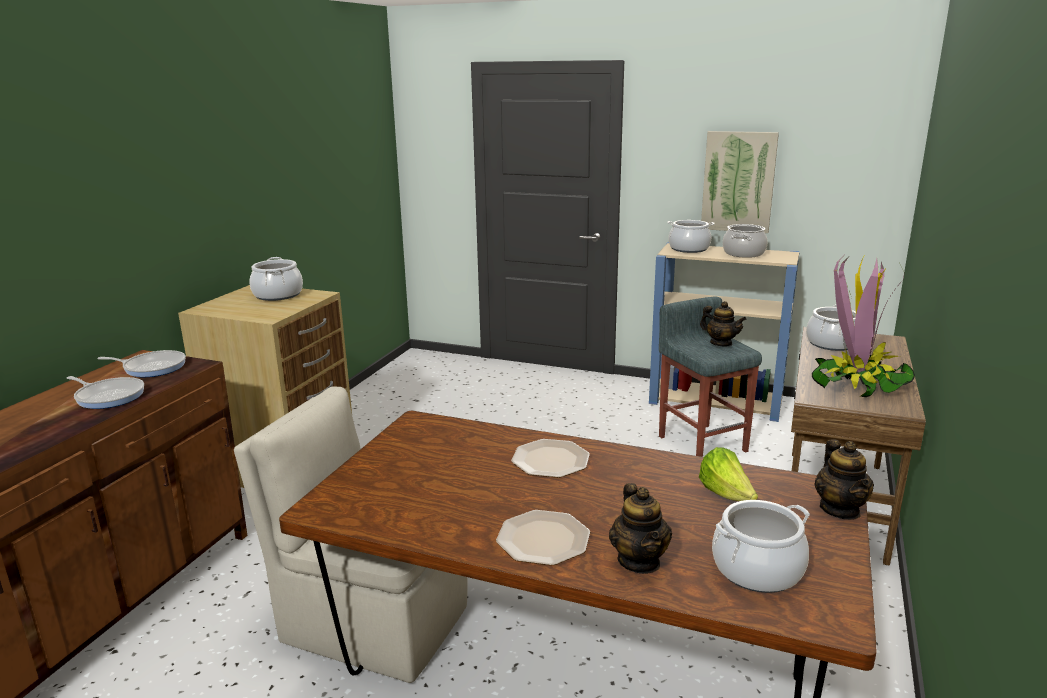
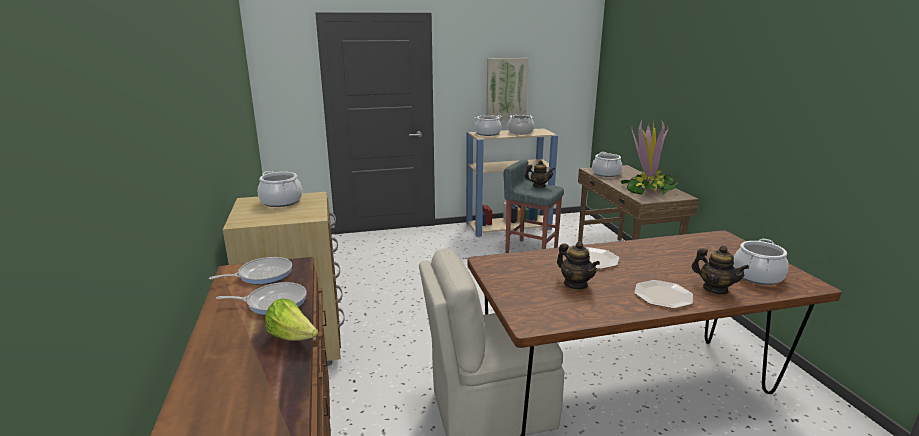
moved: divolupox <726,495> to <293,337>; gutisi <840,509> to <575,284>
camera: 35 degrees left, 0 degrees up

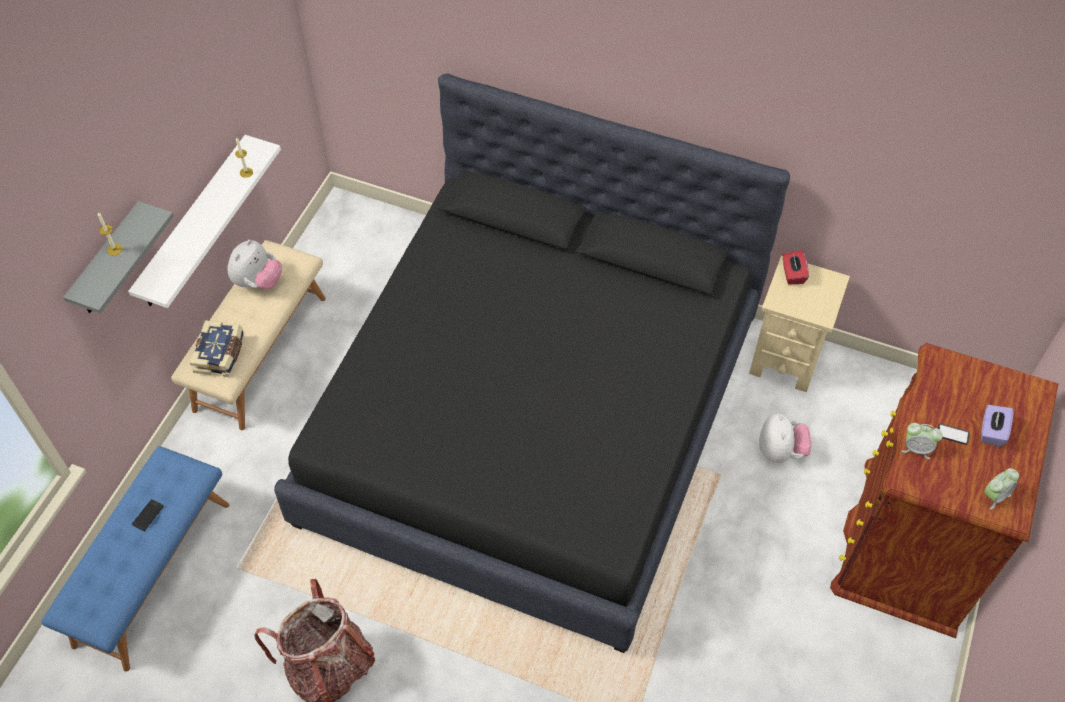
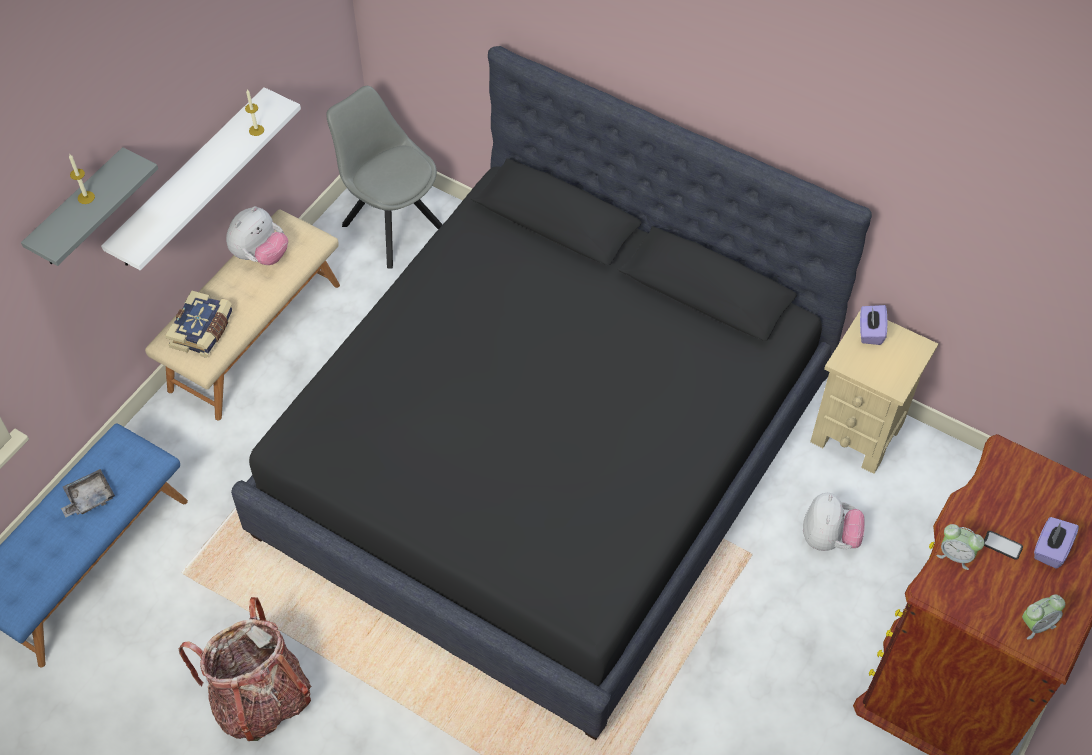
added: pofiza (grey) <392,227>
replaced: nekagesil <148,515> to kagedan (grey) <89,498>
recoloured: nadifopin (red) <792,274> to nadifopin (purple) <870,332>
camera: 10 degrees right, 0 degrees up

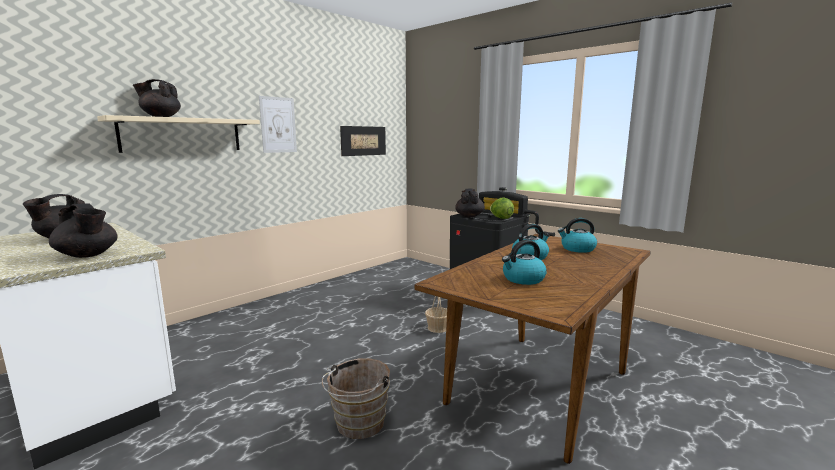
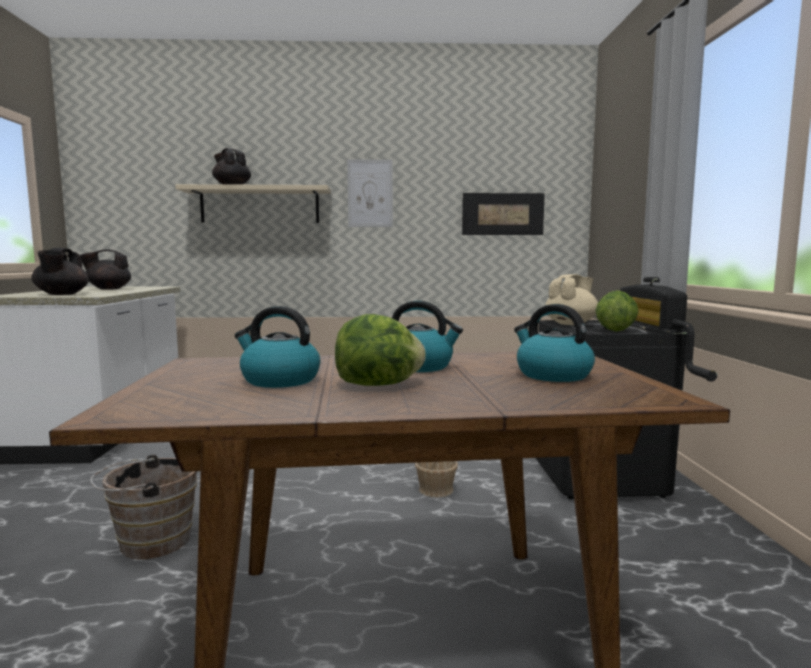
added: divolupox <378,385>
recoloured: gutisi (black) <469,216> to gutisi (beige) <571,324>
camera: 45 degrees right, 5 degrees down

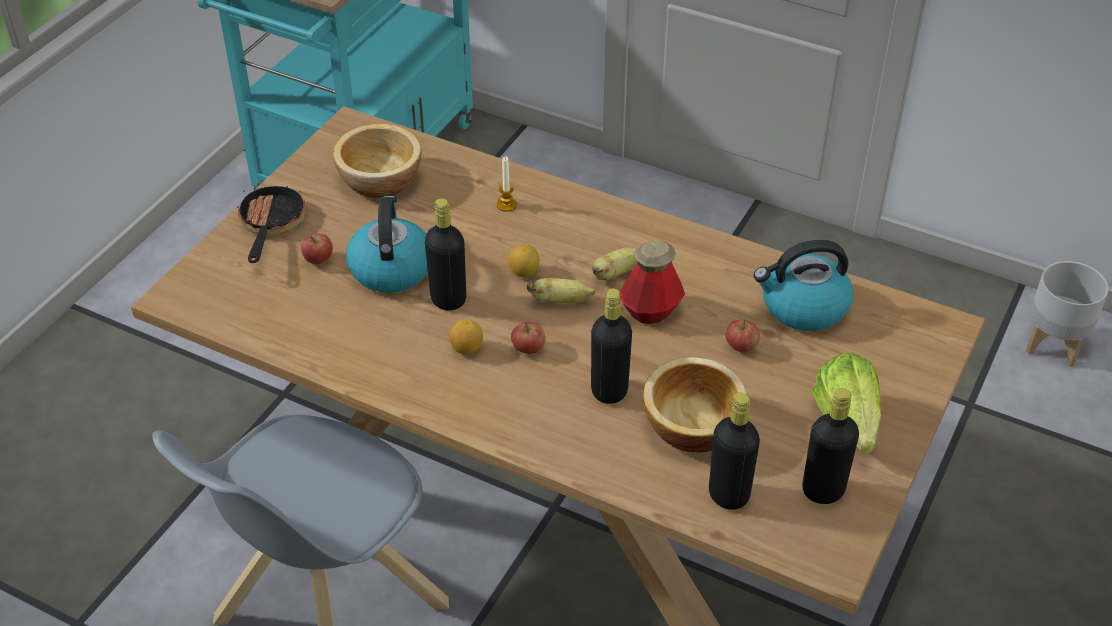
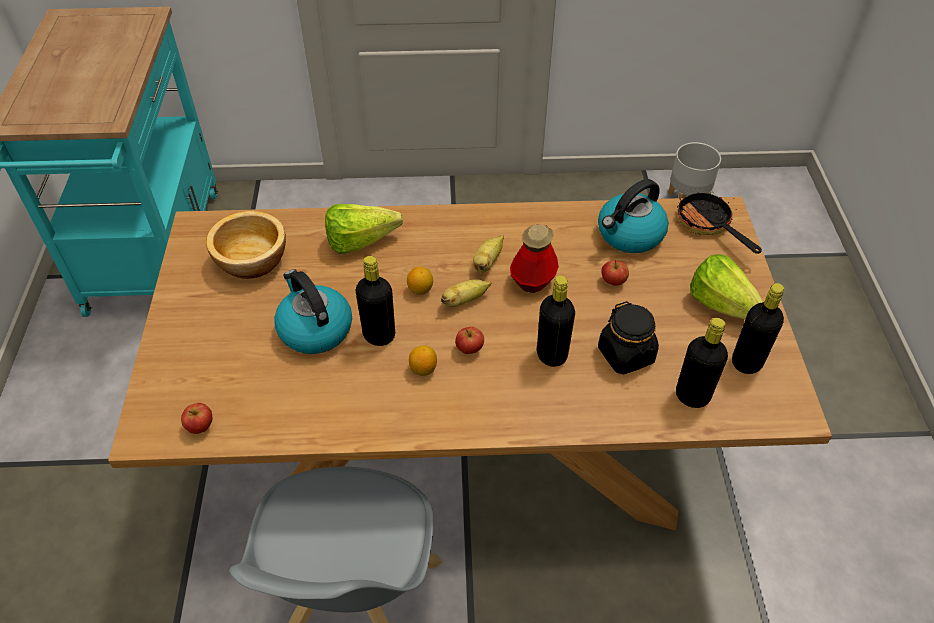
moved: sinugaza <318,260> to <200,426>; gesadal <270,226> to <708,225>
replaced: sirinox <506,205> to divolupox <367,242>; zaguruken <690,424> to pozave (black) <626,355>
camera: 30 degrees left, 5 degrees up

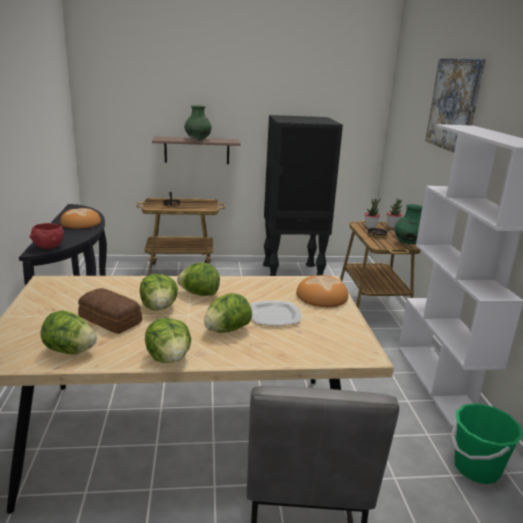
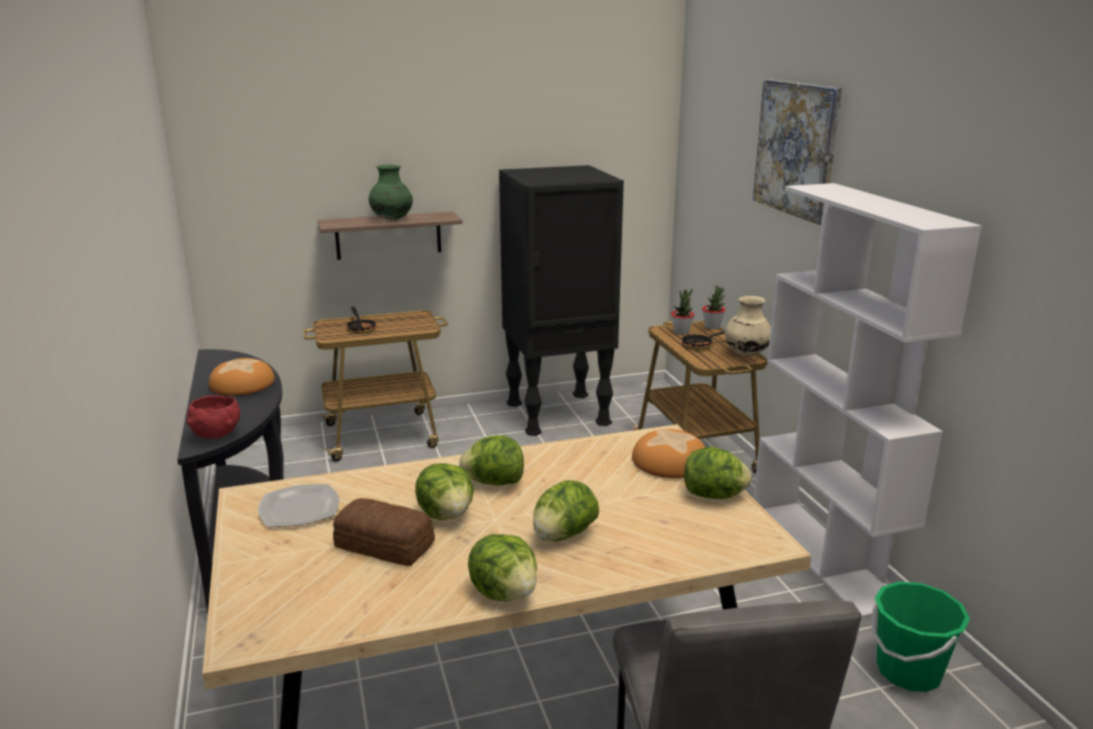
moved: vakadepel <273,315> to <298,508>; divolupox <70,351> to <714,496>
recoloured: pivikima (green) <408,243> to pivikima (beige) <746,354>
camera: 10 degrees left, 0 degrees up

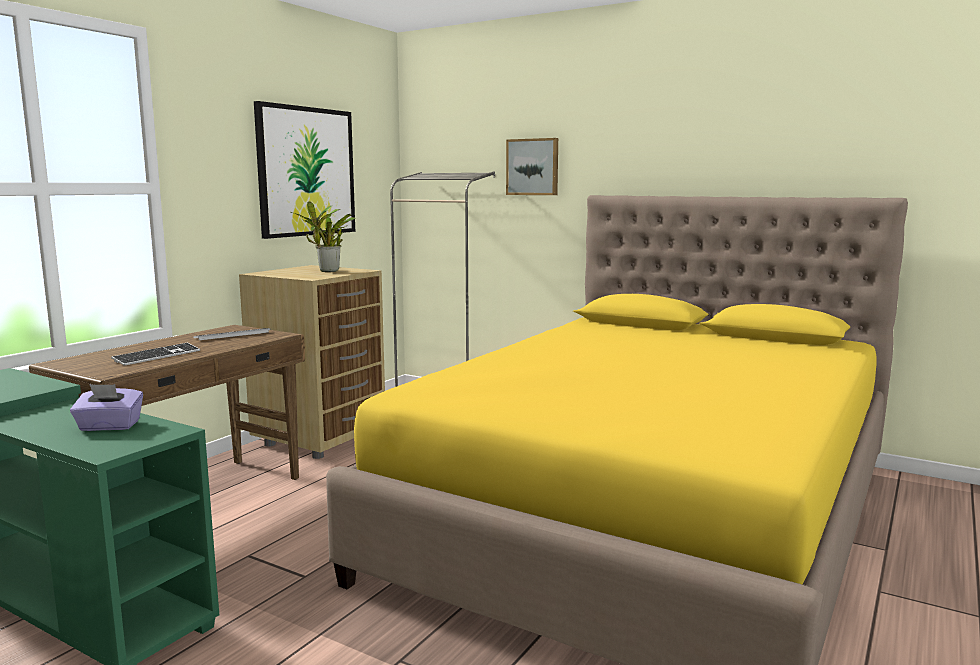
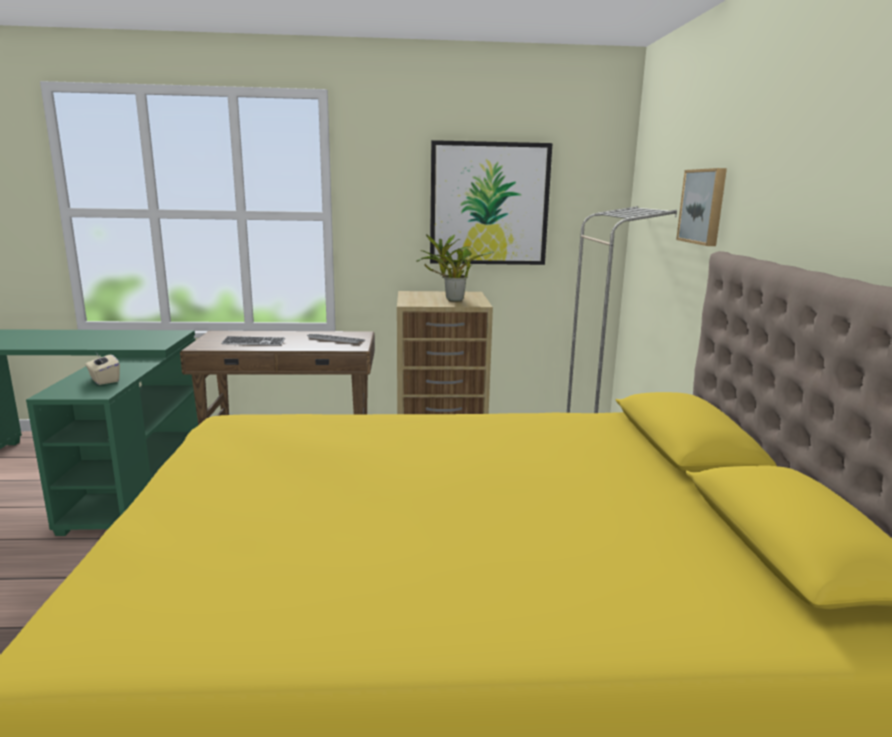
recoloured: nadifopin (purple) <109,426> to nadifopin (beige) <104,380>
camera: 55 degrees right, 5 degrees up

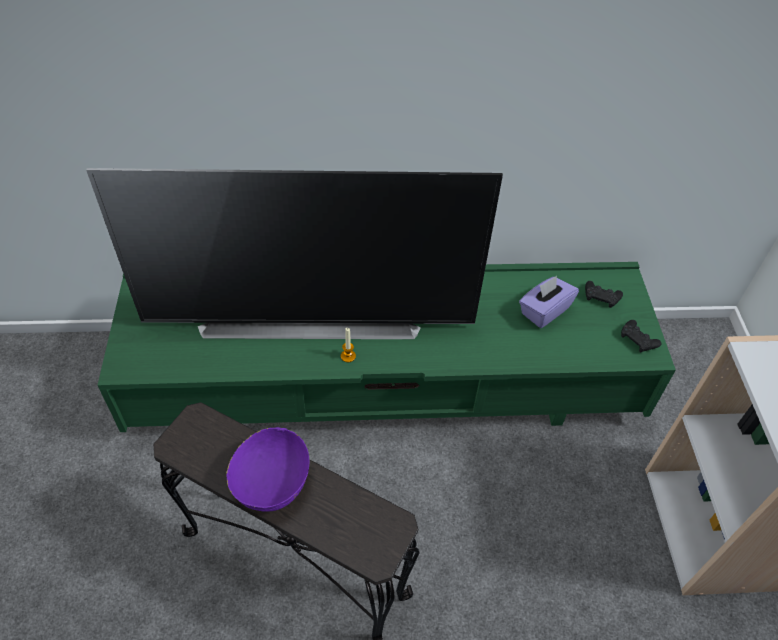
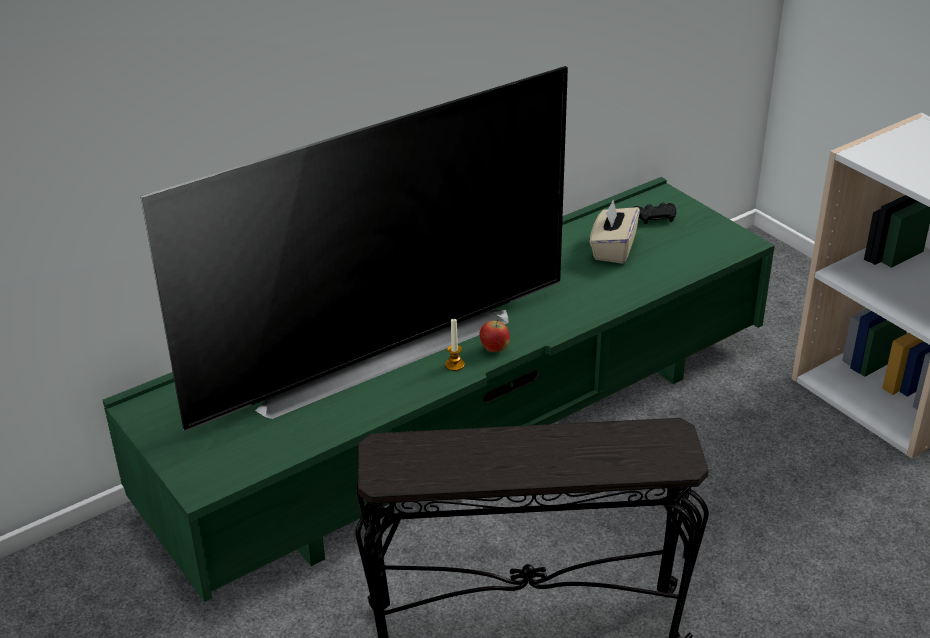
removed: zaguruken (purple) <271,482>; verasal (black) <638,339>
added: sinugaza <494,349>
recoloured: nadifopin (purple) <544,311> to nadifopin (beige) <613,249>
camera: 30 degrees left, 15 degrees down

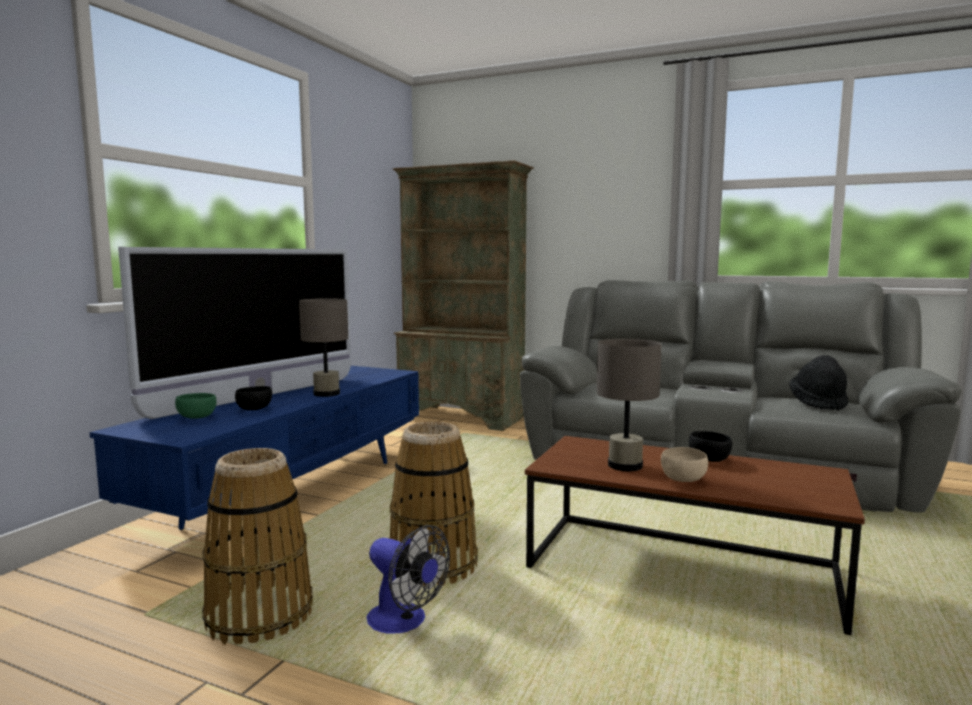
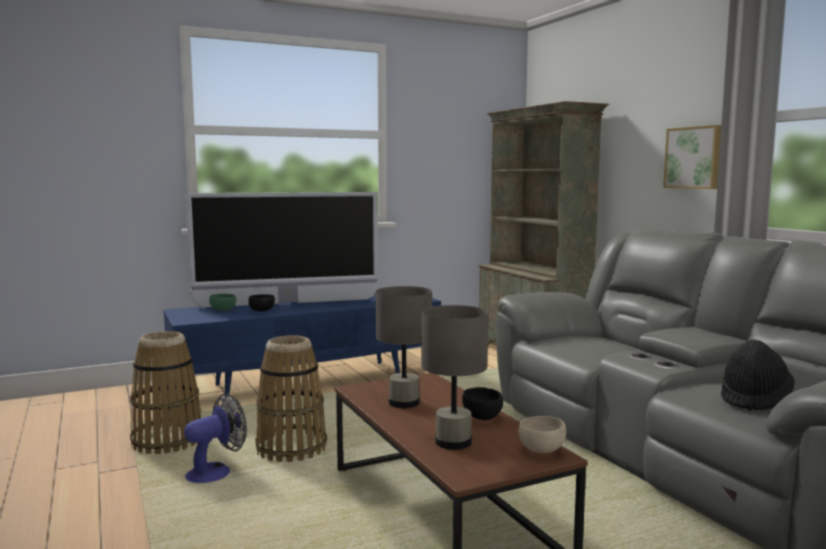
added: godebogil <693,157>
moved: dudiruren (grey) <326,394> to <453,442>; zaguruken (beige) <683,480> to <541,450>
turned: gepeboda <404,623> = <216,472> 120 degrees counterclockwise
camera: 40 degrees right, 0 degrees up

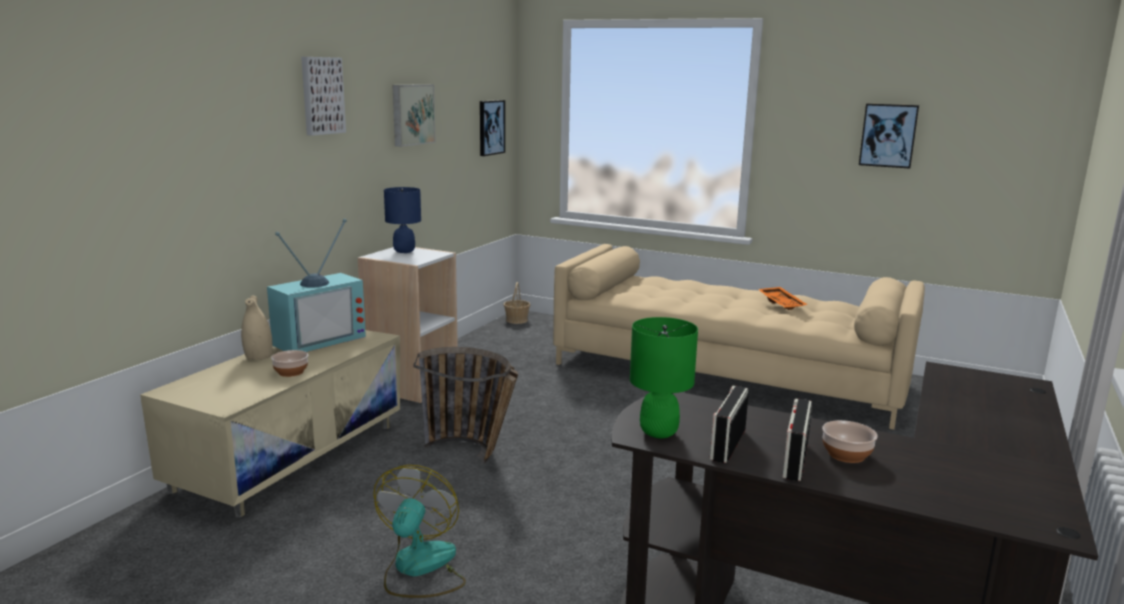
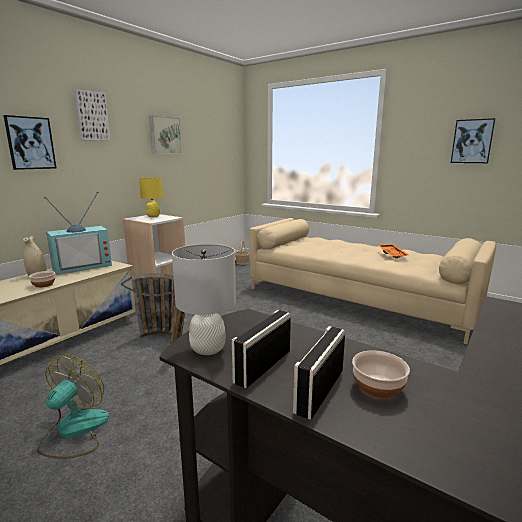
moved: godebogil <491,127> to <30,143>
recoloured: dudiruren (blue) <403,252> to dudiruren (yellow) <152,216>; dudiruren (green) <660,433> to dudiruren (grey) <209,350>
camera: 10 degrees right, 0 degrees up

